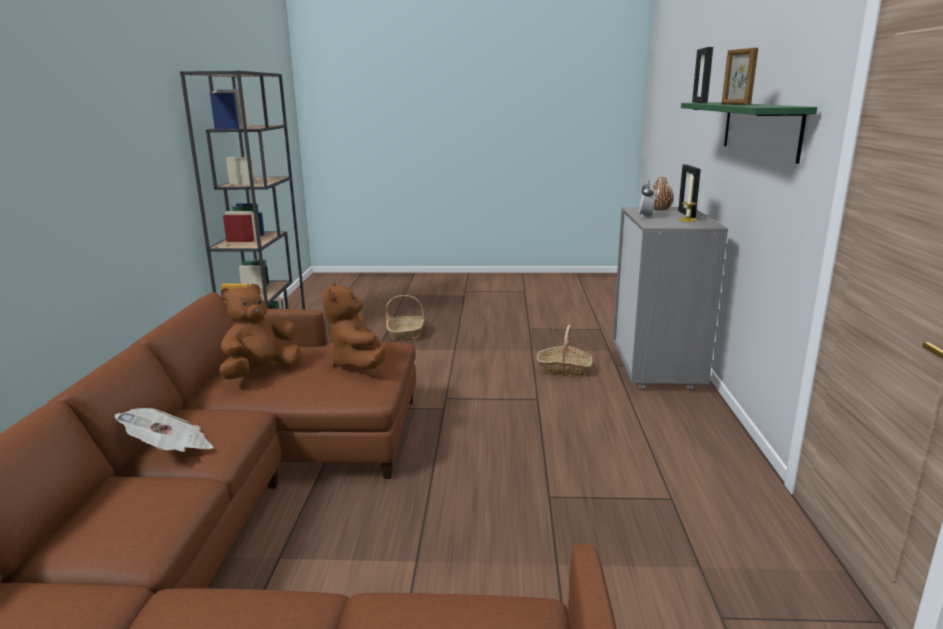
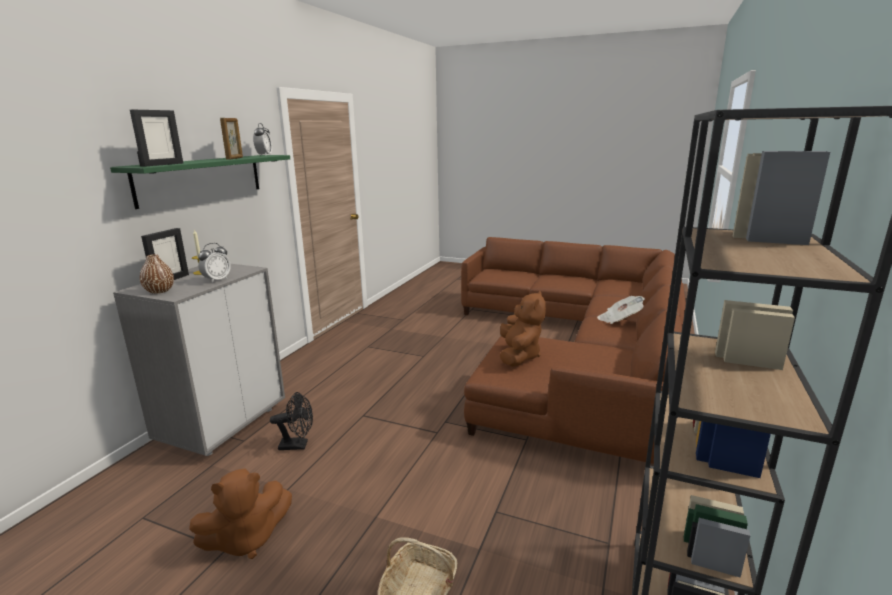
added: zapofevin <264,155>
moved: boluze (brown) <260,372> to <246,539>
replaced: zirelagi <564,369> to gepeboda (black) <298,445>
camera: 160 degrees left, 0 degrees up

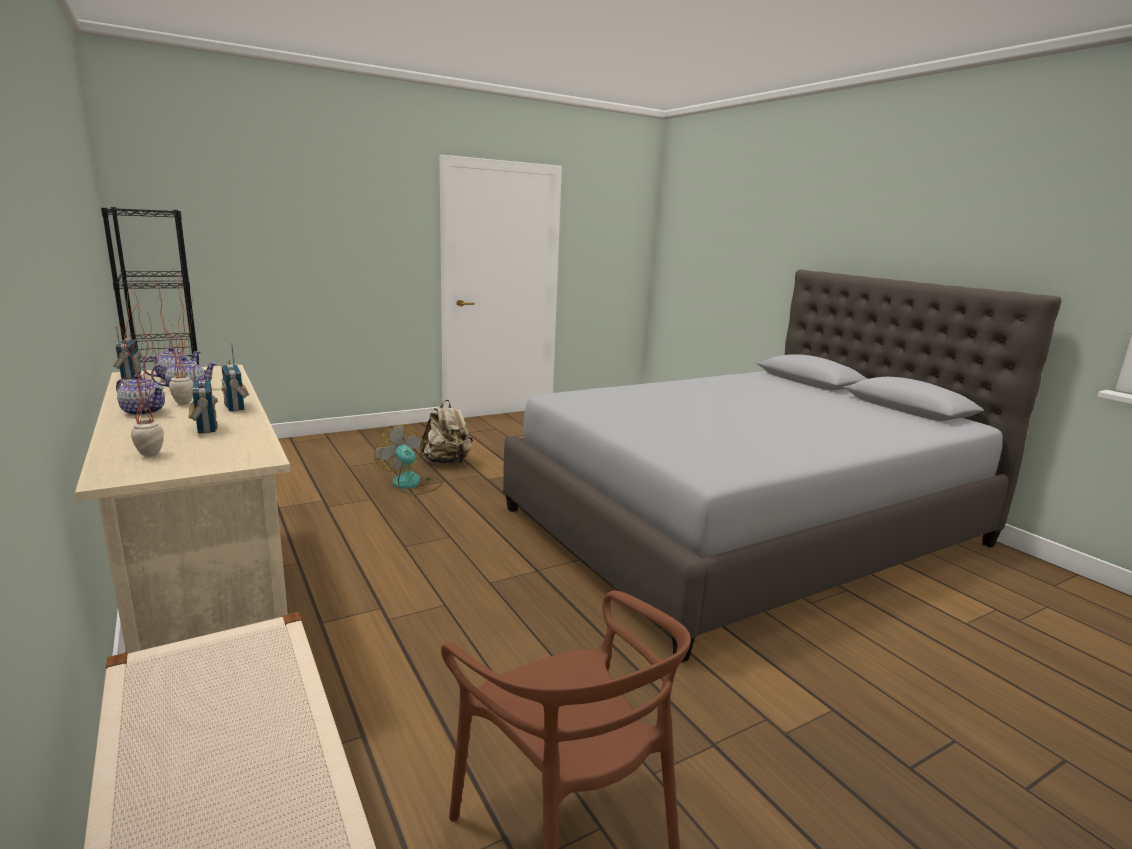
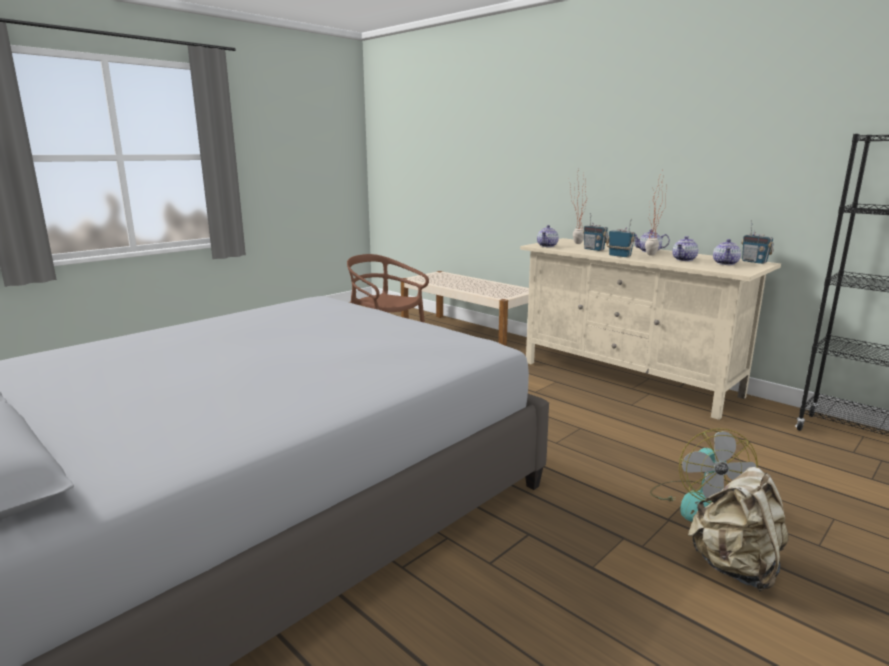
added: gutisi <547,246>
turned: gepeboda <411,484> = <696,501> 60 degrees clockwise
camera: 165 degrees right, 0 degrees up

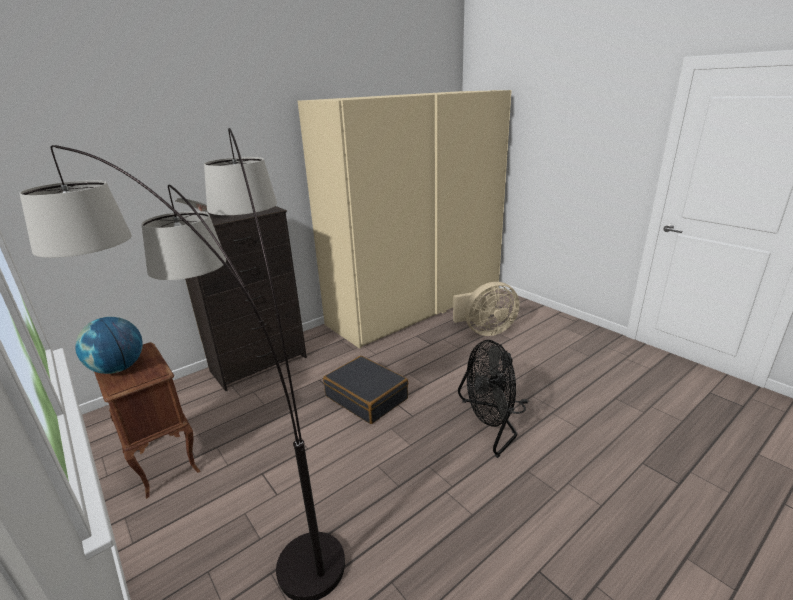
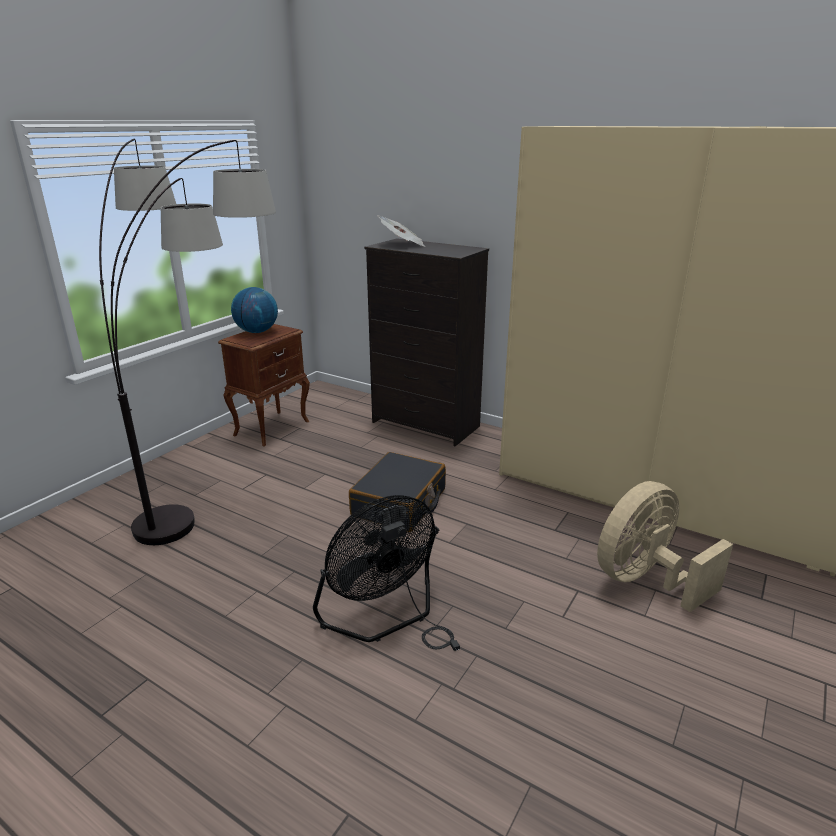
turned: gepeboda (beige) <485,331> = <645,580> 90 degrees clockwise
camera: 70 degrees right, 0 degrees up

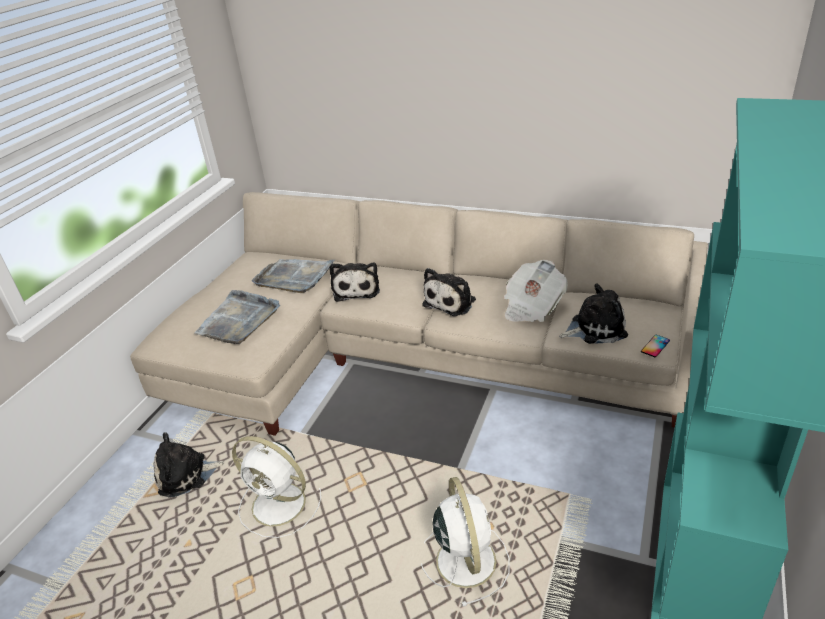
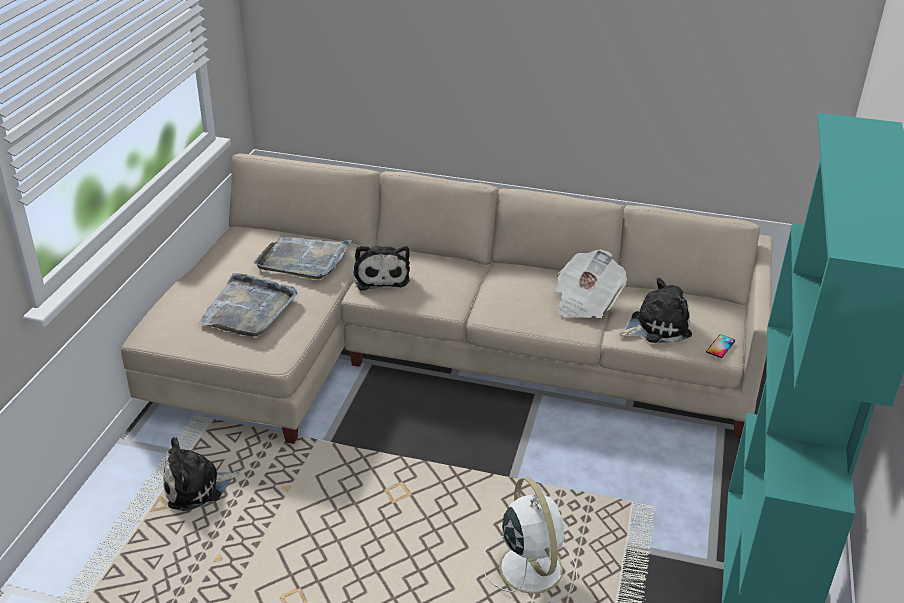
removed: gepeboda (white) <281,505>; boluze <452,301>
camera: 10 degrees left, 0 degrees up

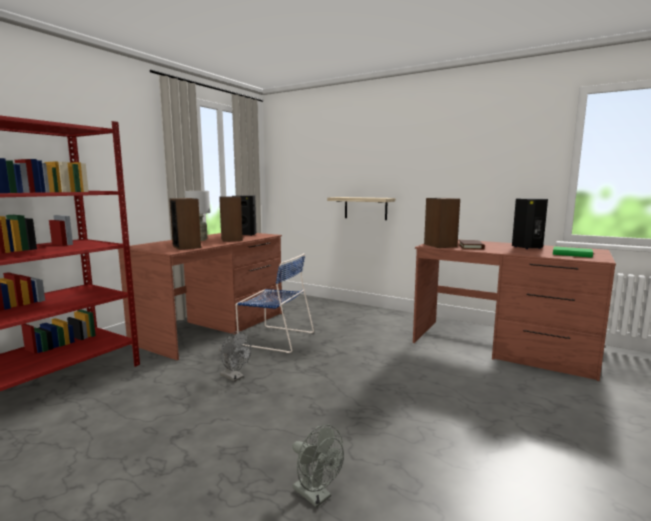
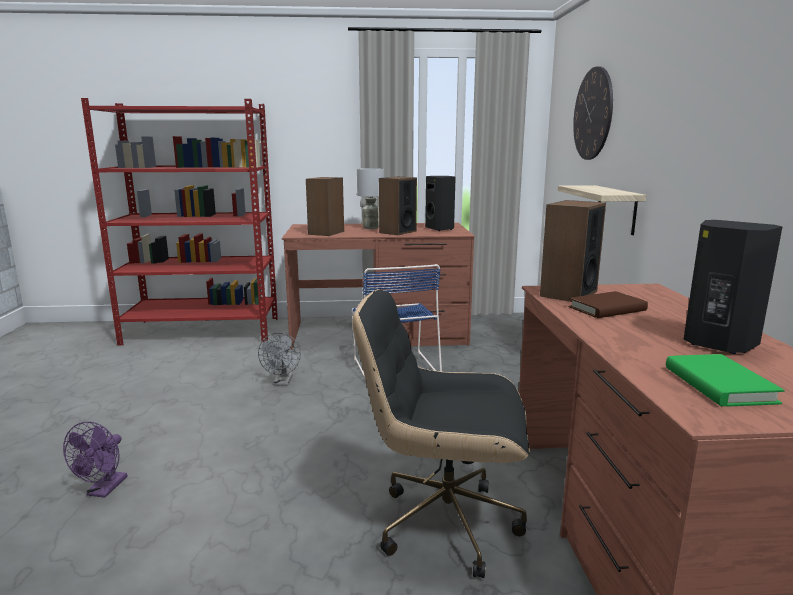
added: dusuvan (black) <442,524>; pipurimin <593,114>
recoloured: gepeboda (grey) <316,496> to gepeboda (purple) <104,490>
camera: 55 degrees right, 5 degrees up

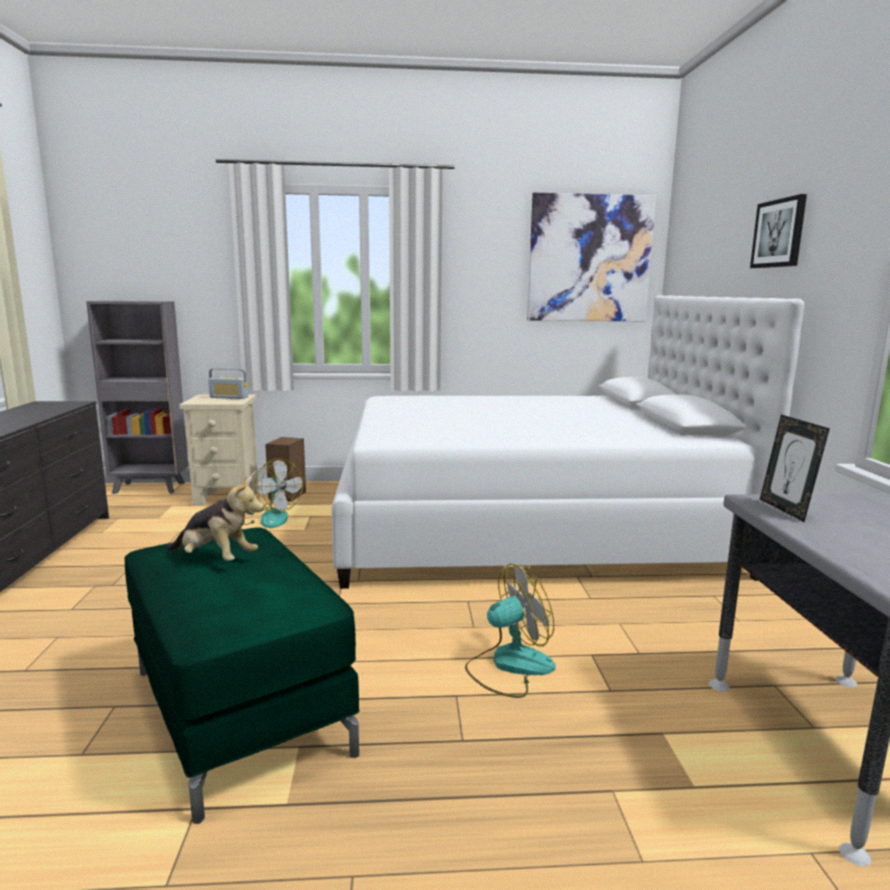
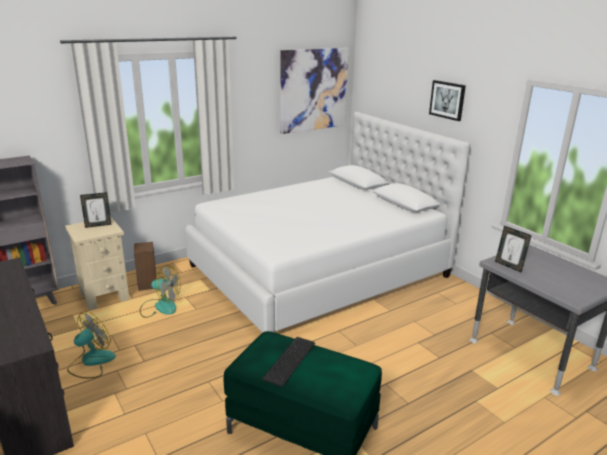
moved: gepeboda <509,666> to <91,362>
replaced: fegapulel <229,397> to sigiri <98,225>; boluze <215,559> to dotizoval <288,361>
camera: 30 degrees left, 10 degrees up

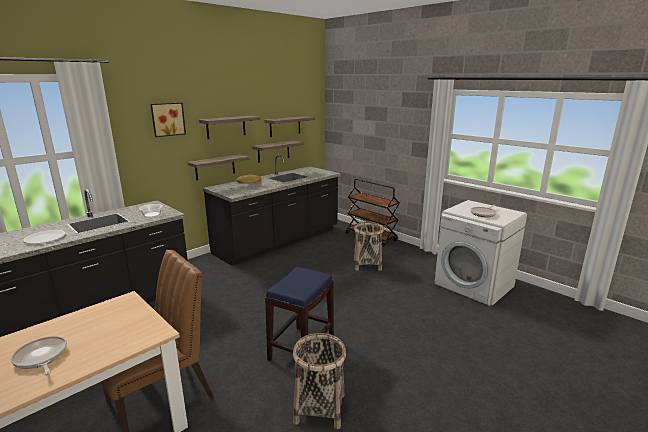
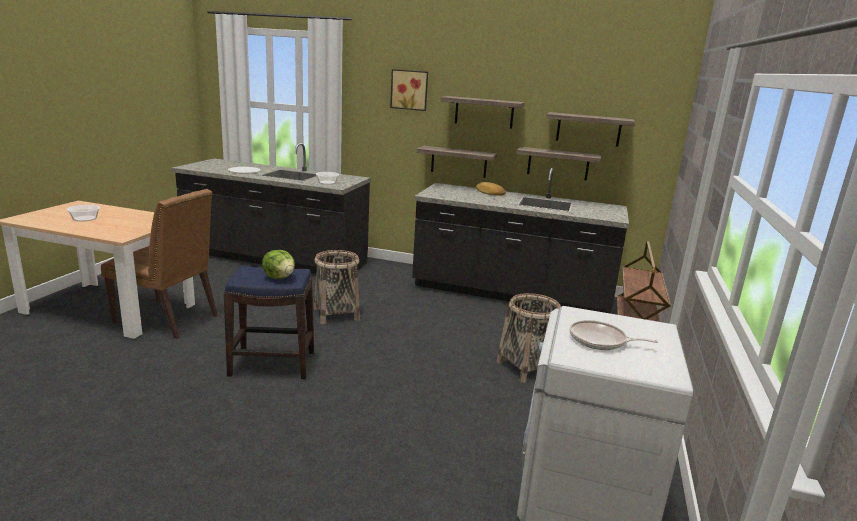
added: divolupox <280,277>
moved: zirelagi <320,408> to <336,314>
replaced: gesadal <41,358> to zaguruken <84,218>
camera: 60 degrees right, 0 degrees up

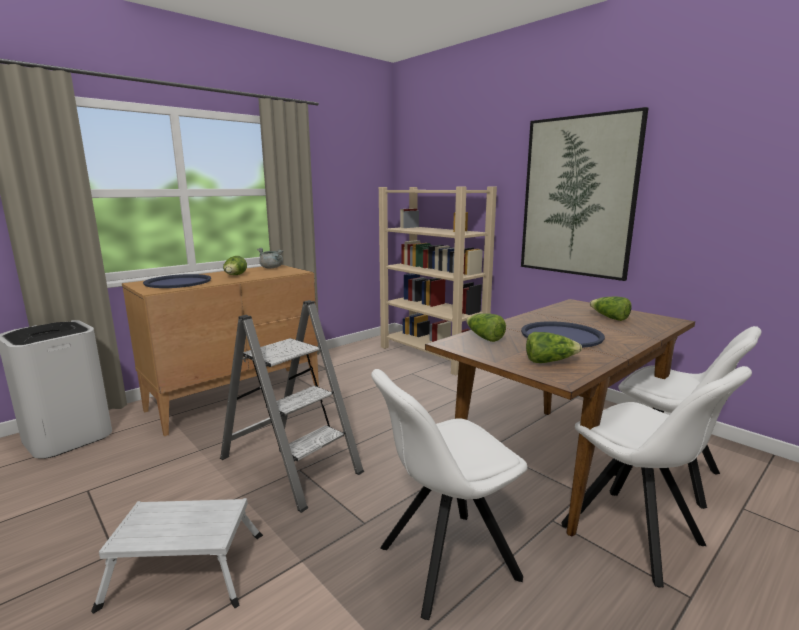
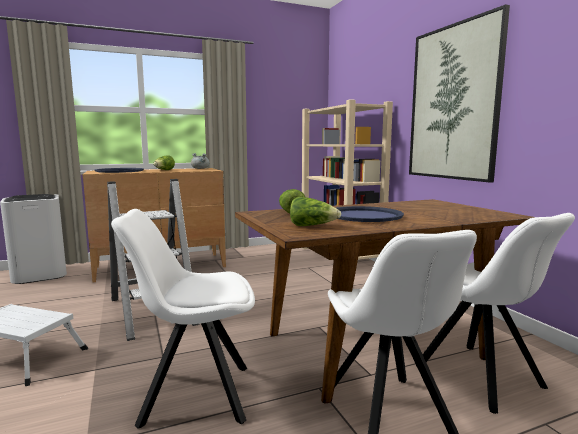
removed: divolupox <609,318>
camera: 20 degrees right, 5 degrees down

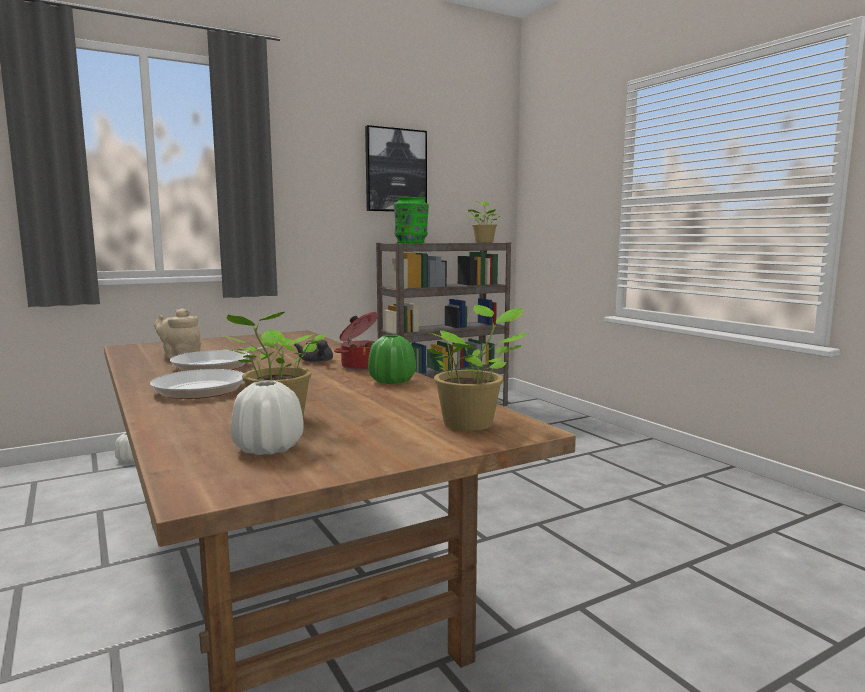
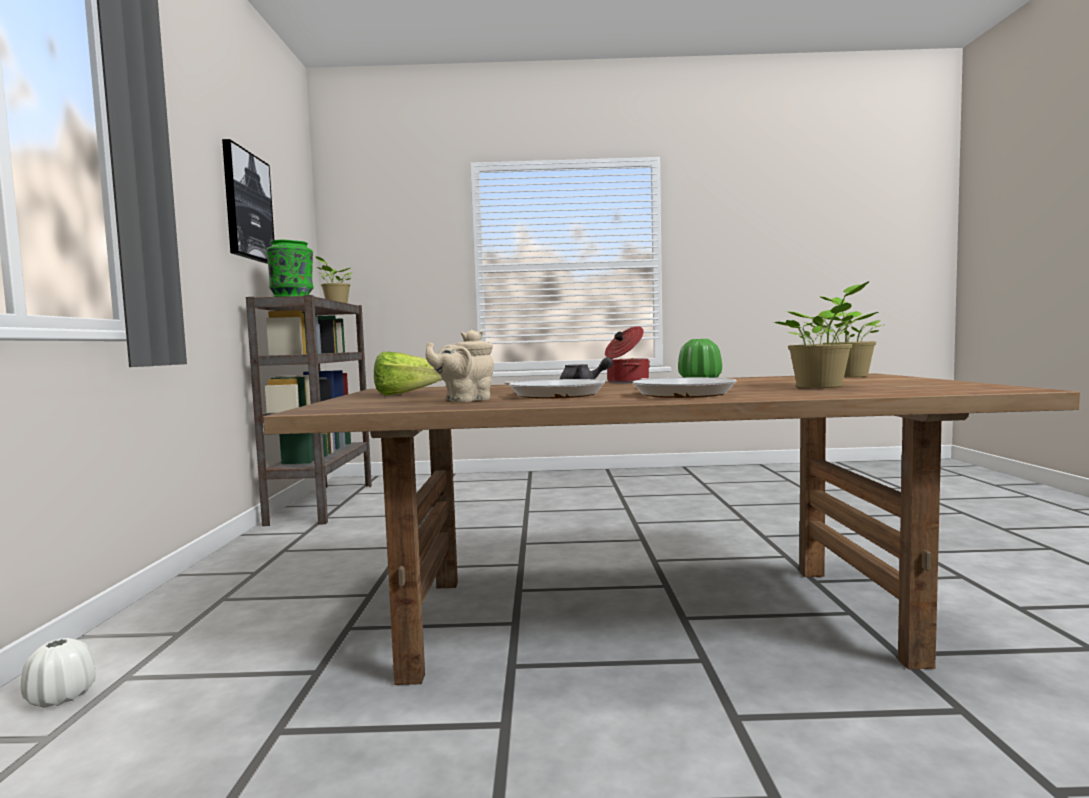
removed: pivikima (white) <268,448>
added: divolupox <411,394>
camera: 60 degrees left, 5 degrees down

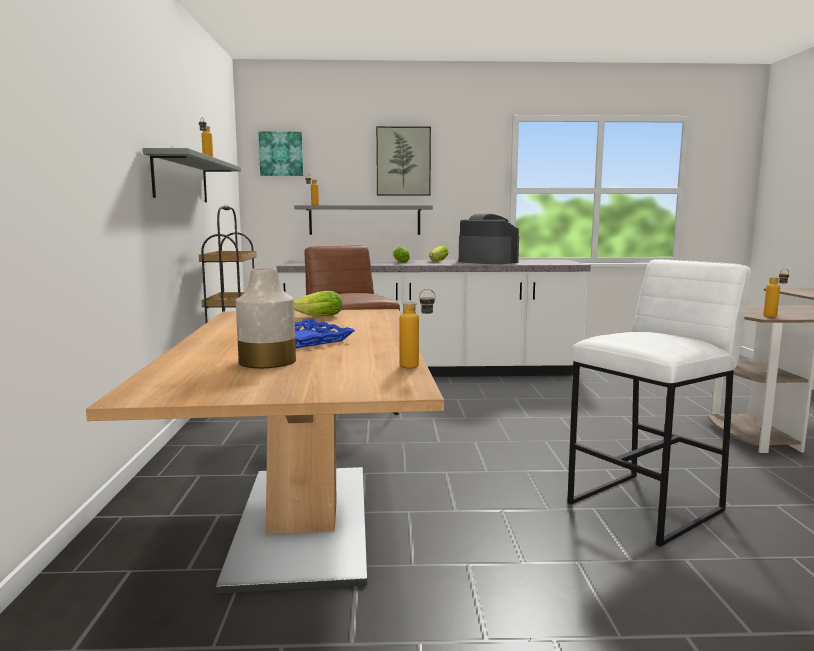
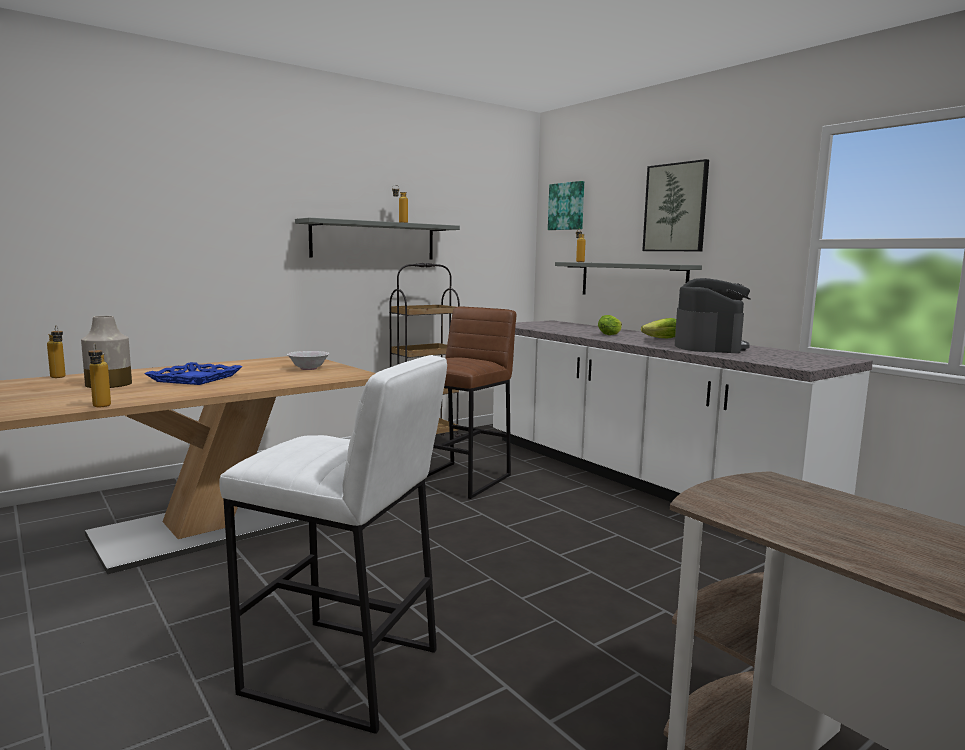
moved: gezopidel <774,316> to <59,378>
replaced: divolupox <316,316> to zaguruken (white) <308,368>
camera: 55 degrees right, 0 degrees up

